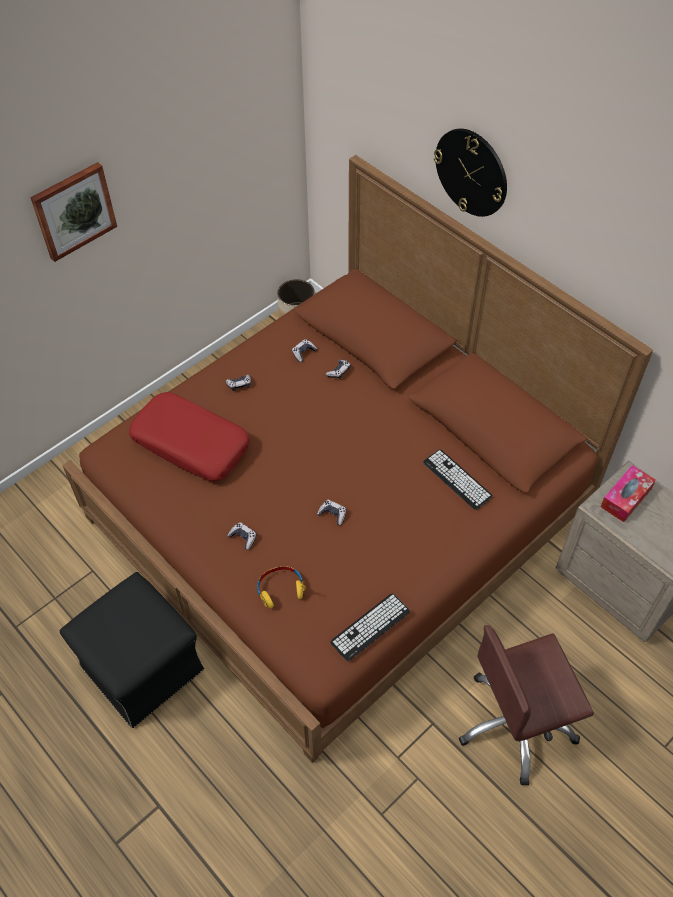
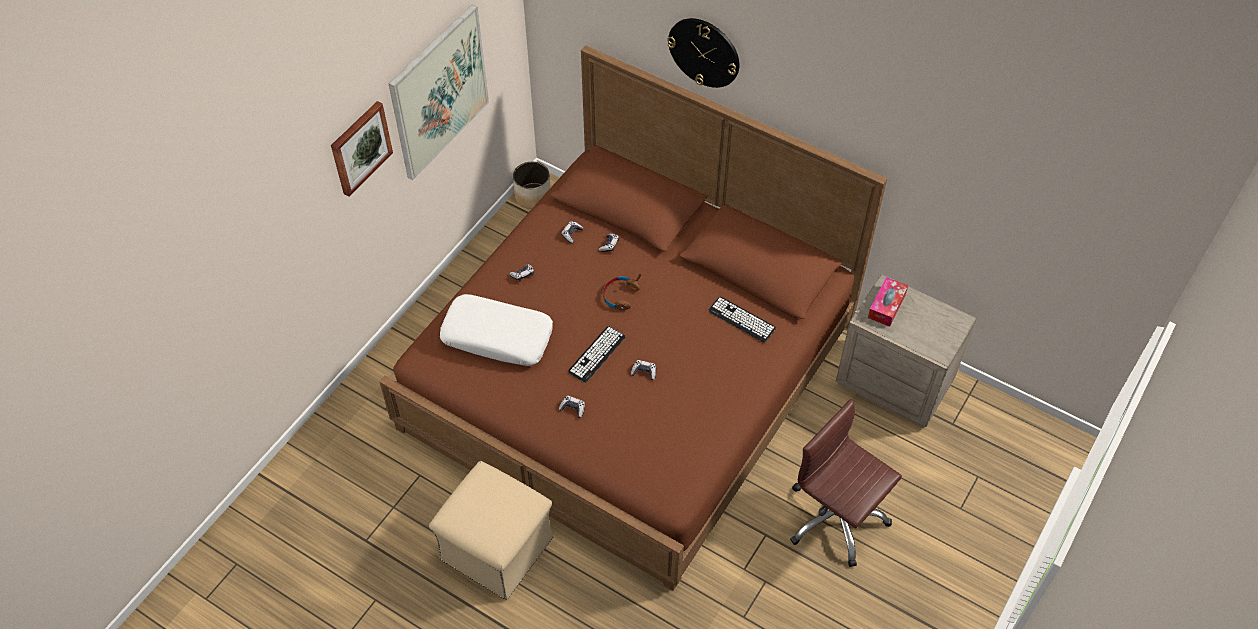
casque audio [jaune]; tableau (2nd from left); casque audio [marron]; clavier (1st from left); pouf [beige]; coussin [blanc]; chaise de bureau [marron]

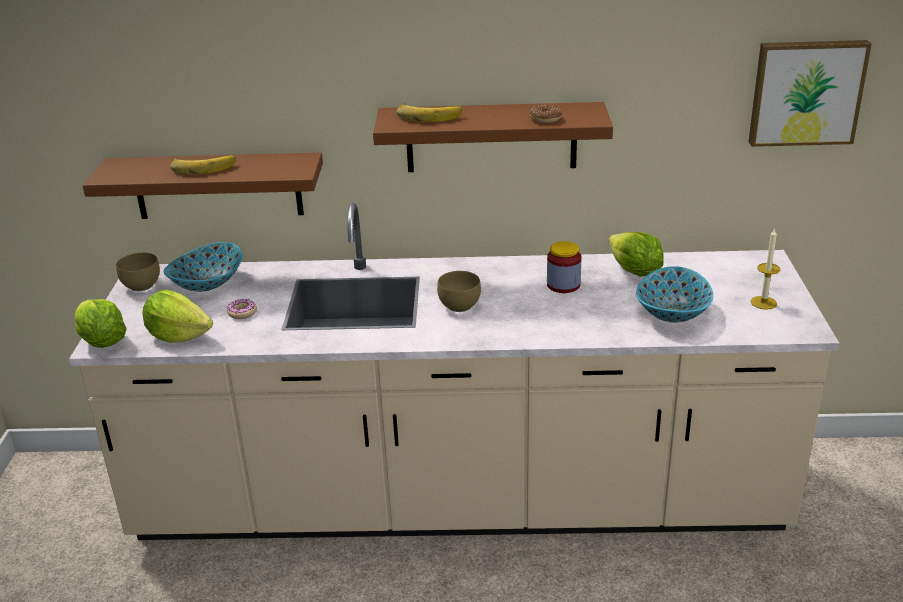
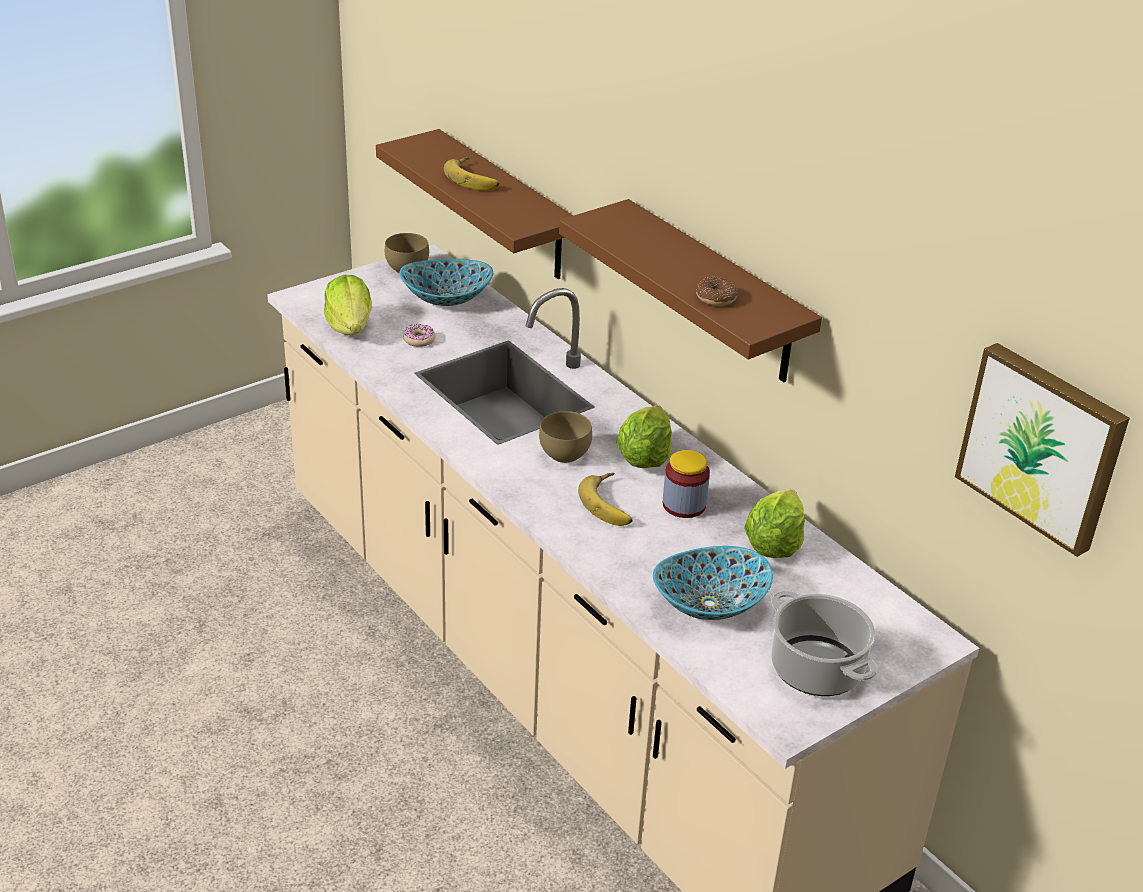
laitue (2nd from left); banane (2nd from left); marmite

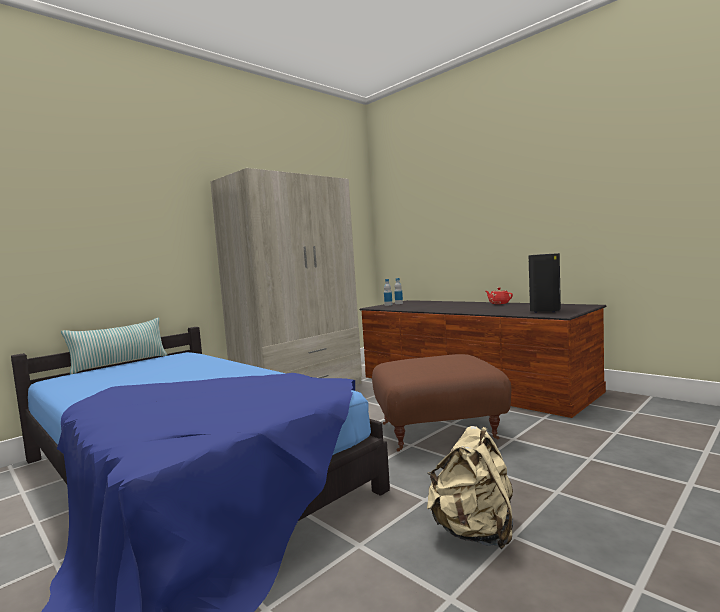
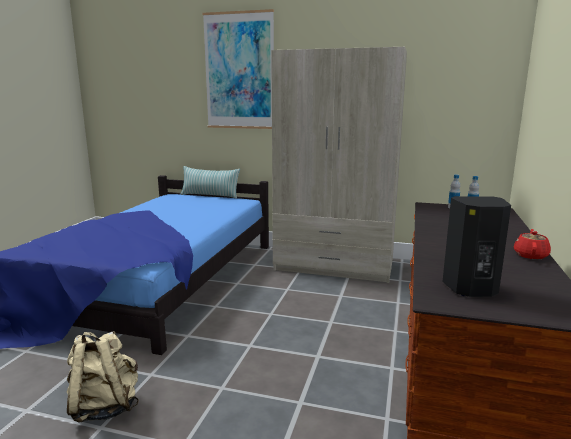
pouf [marron]; tableau

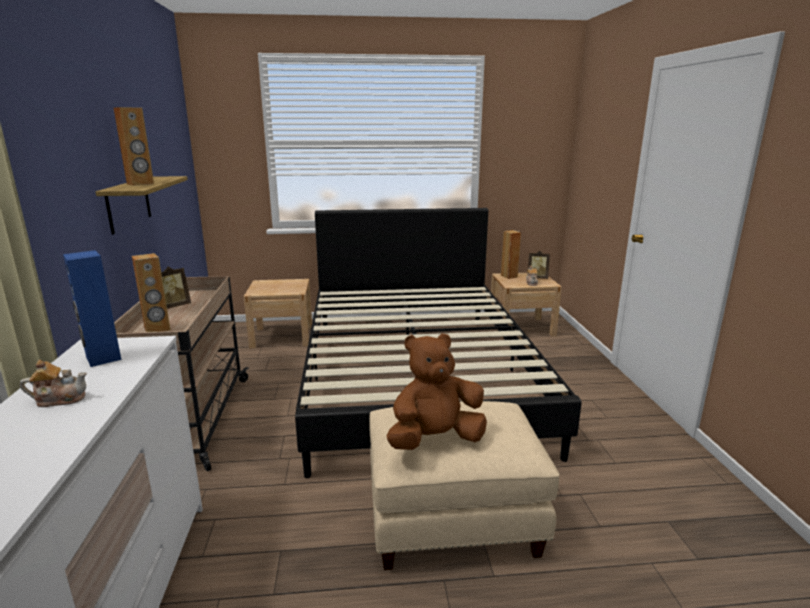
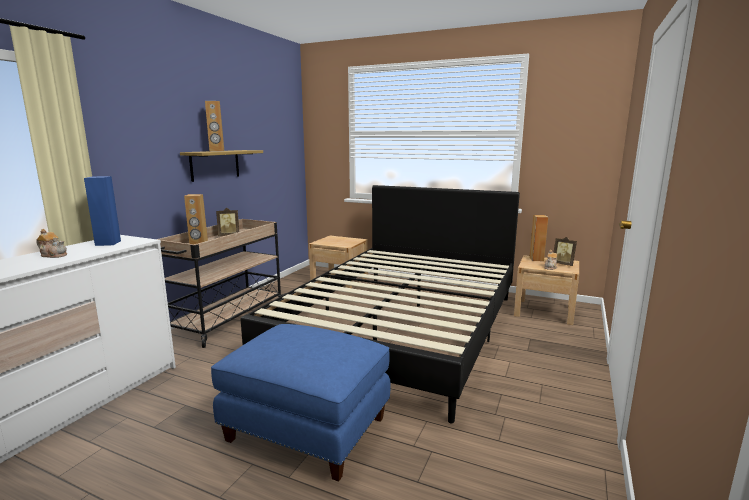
peluche [marron]; pouf [bleu]

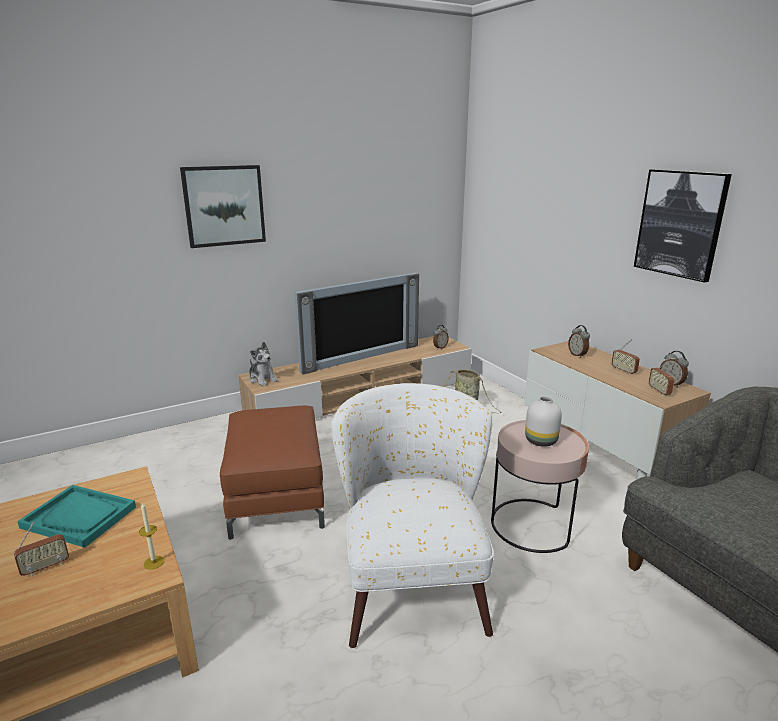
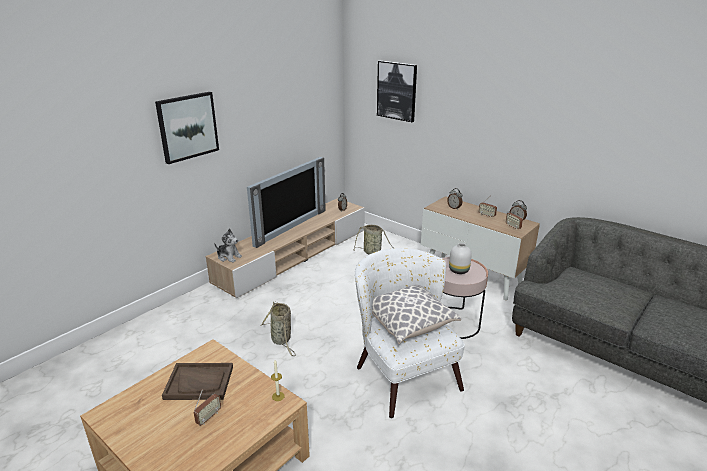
coussin; tableau (2nd from left); panier (1st from left); plateau [marron]

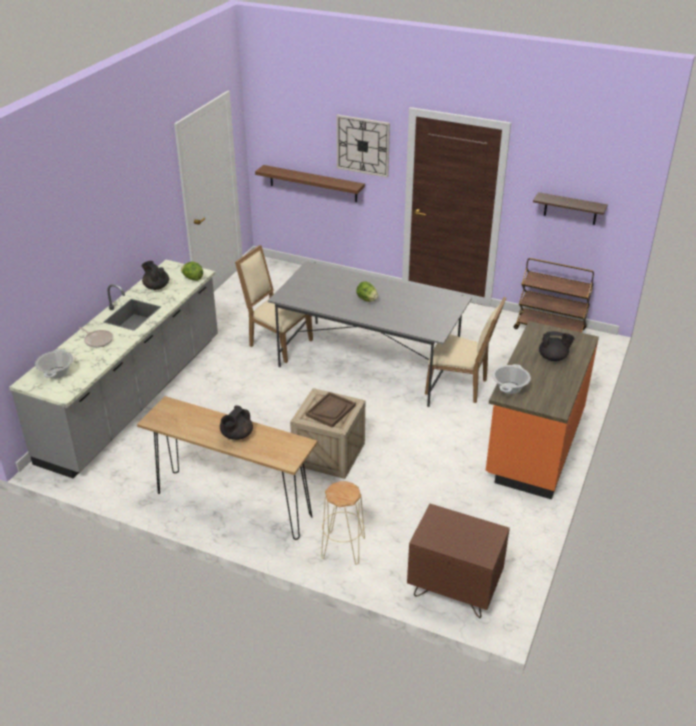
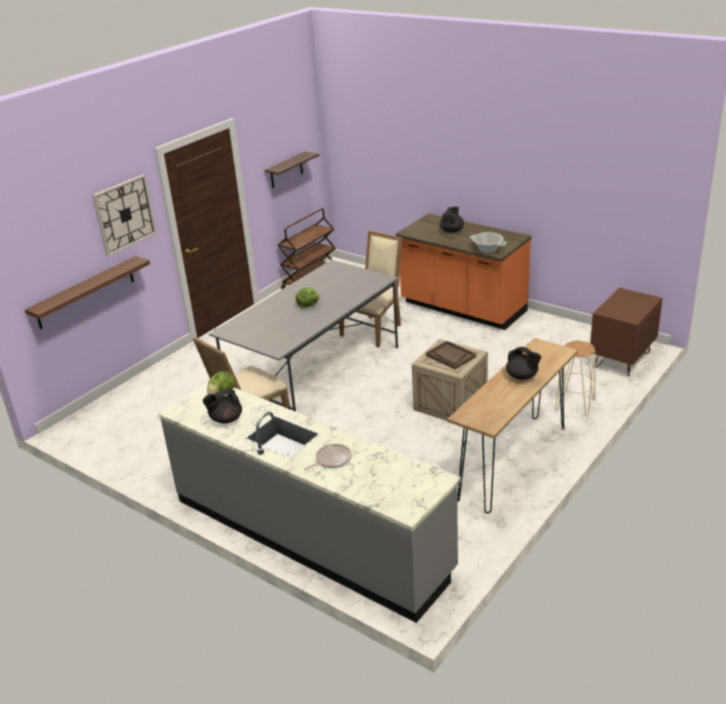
marmite (1st from left in the first image)

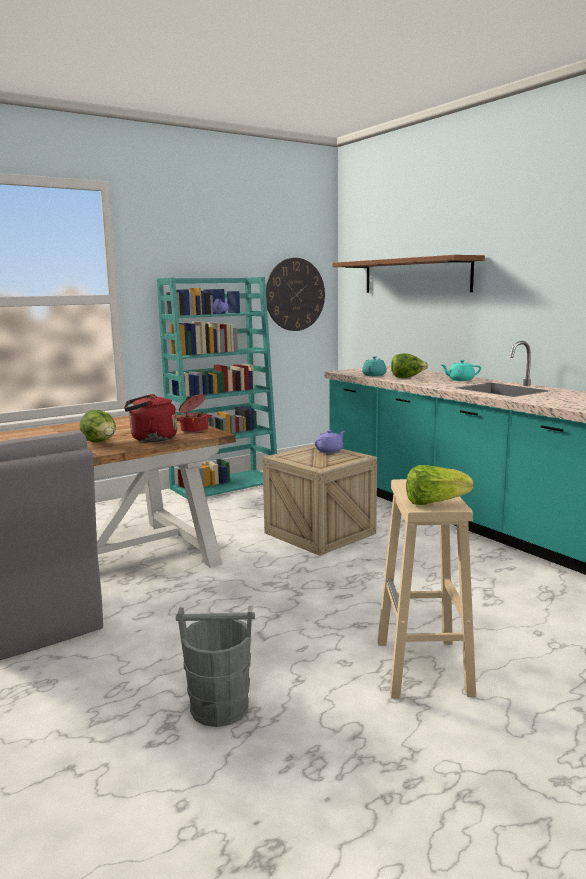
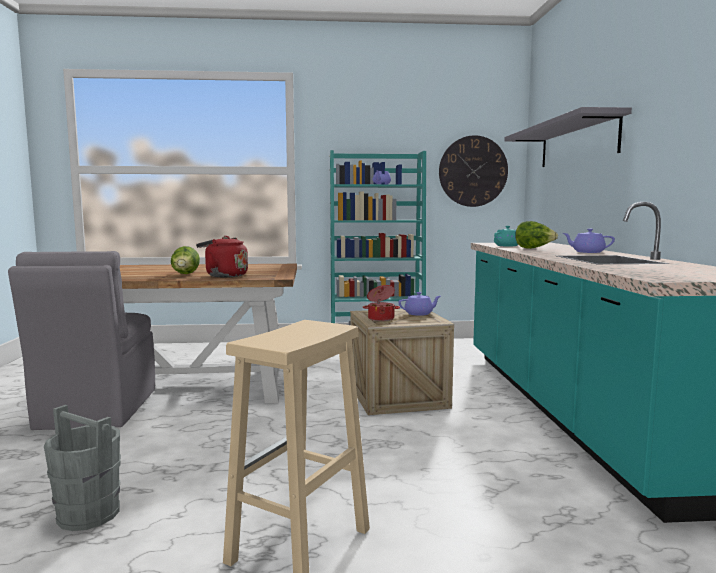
laitue (3rd from left in the first image); marmite; étagère [gris]; théière [violet] (3rd from left)

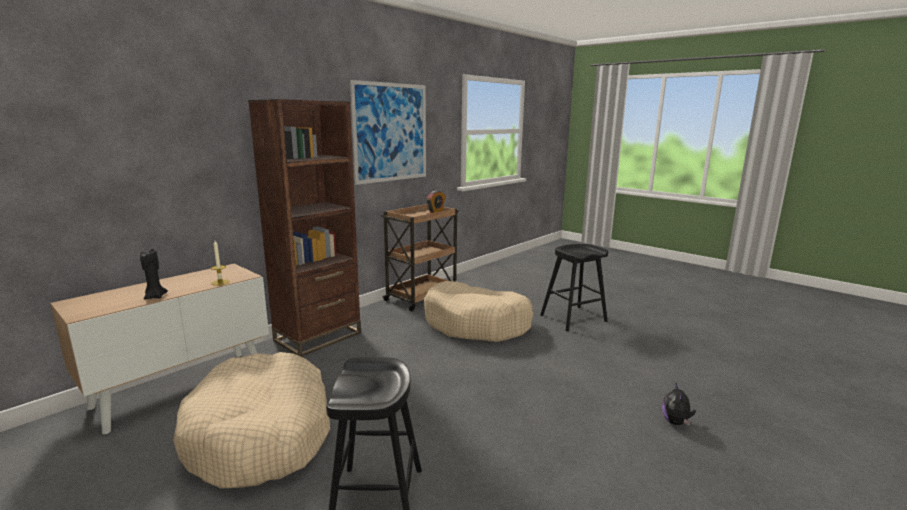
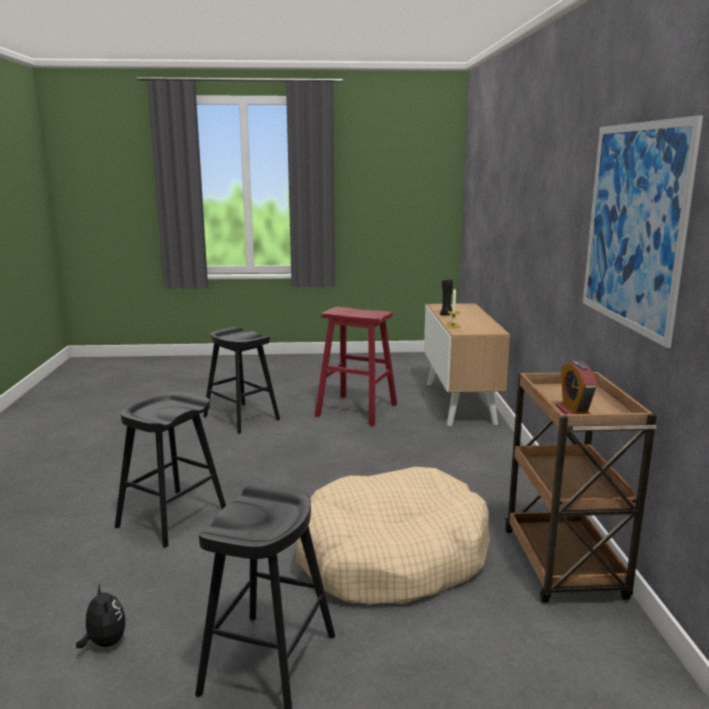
bibliothèque [marron]; tabouret [noir] (1st from left); peluche; tabouret [rouge]

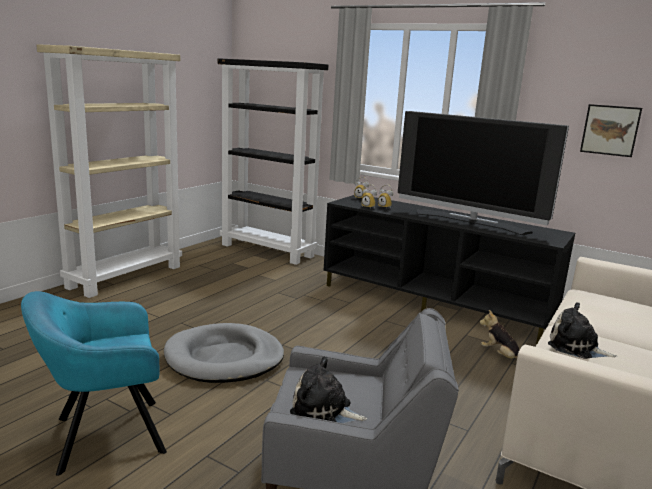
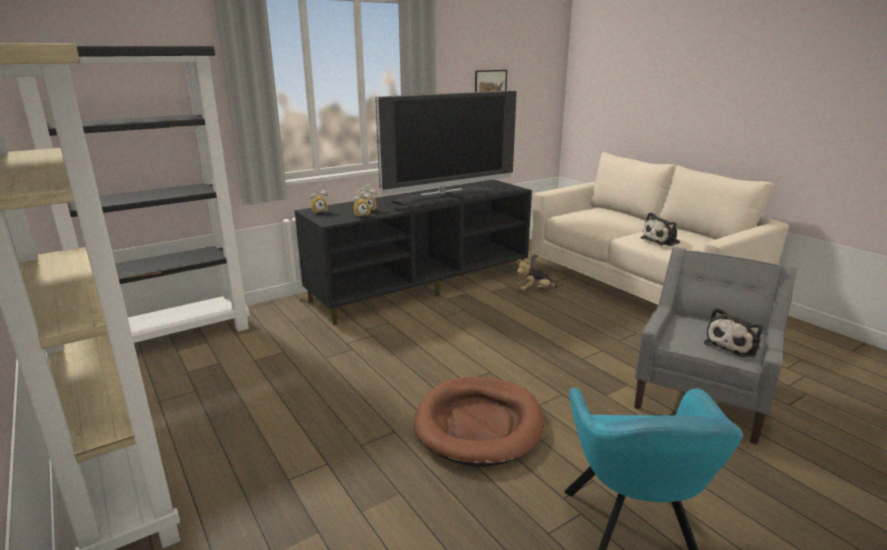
panier pour chien [marron]

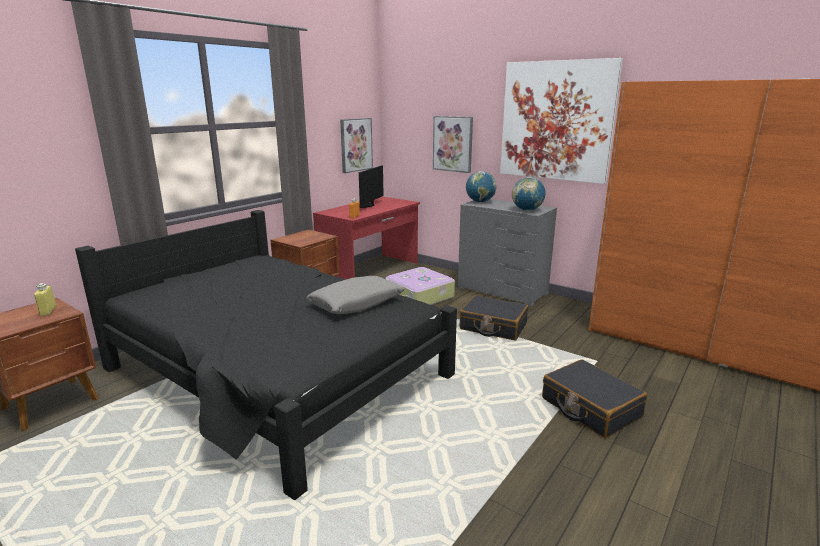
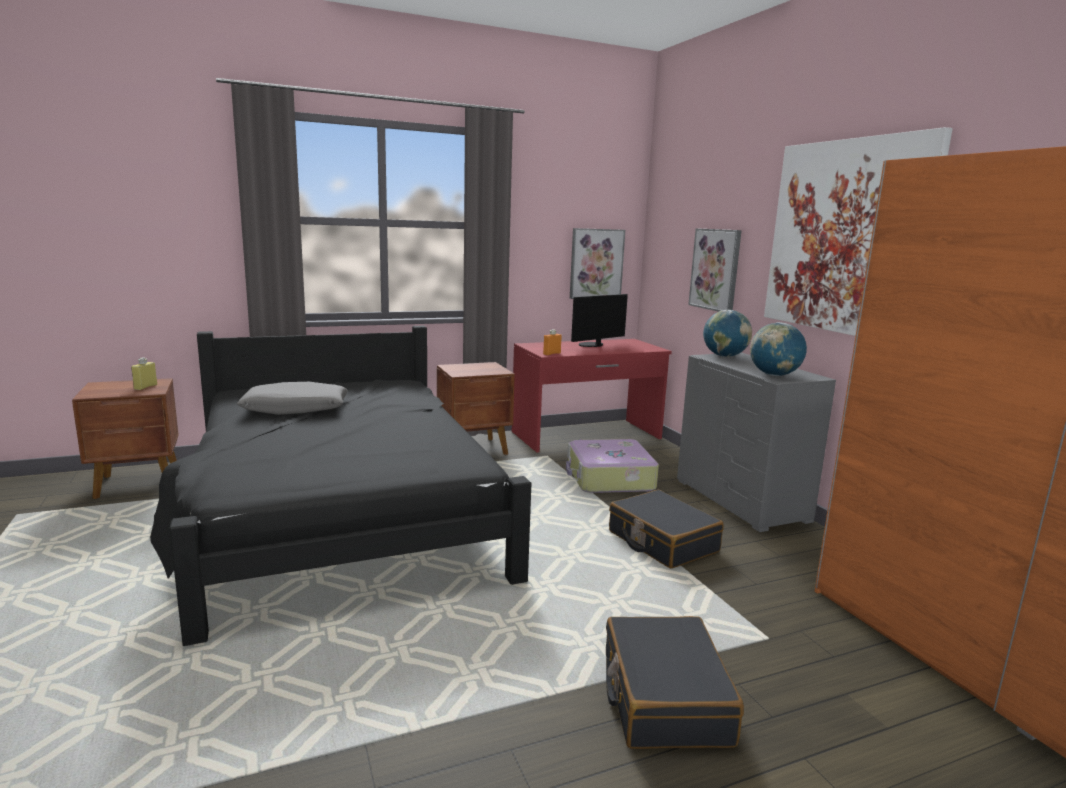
coussin [gris]

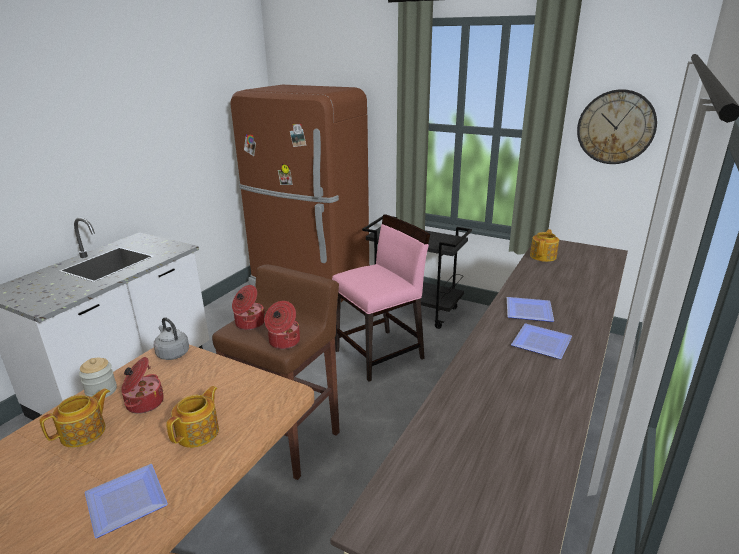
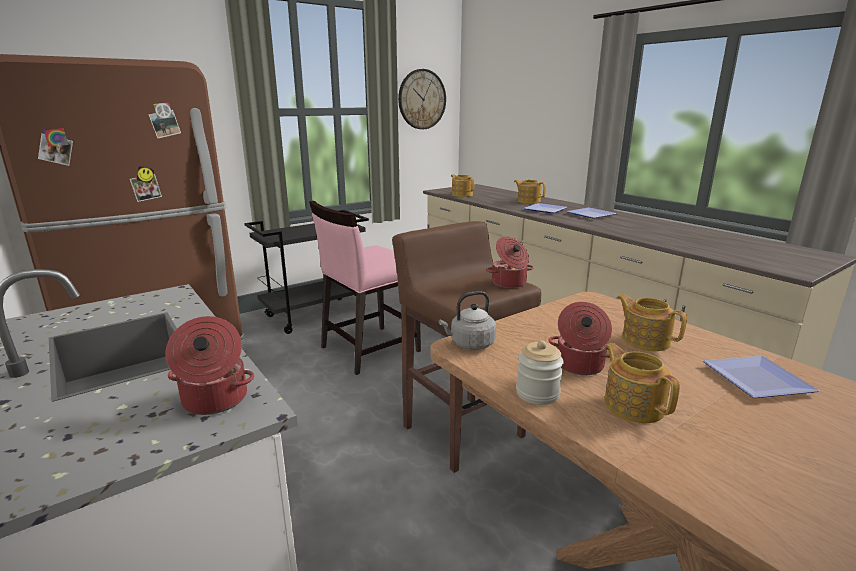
théière (2nd from left); marmite (1st from left); chaise [rose]

